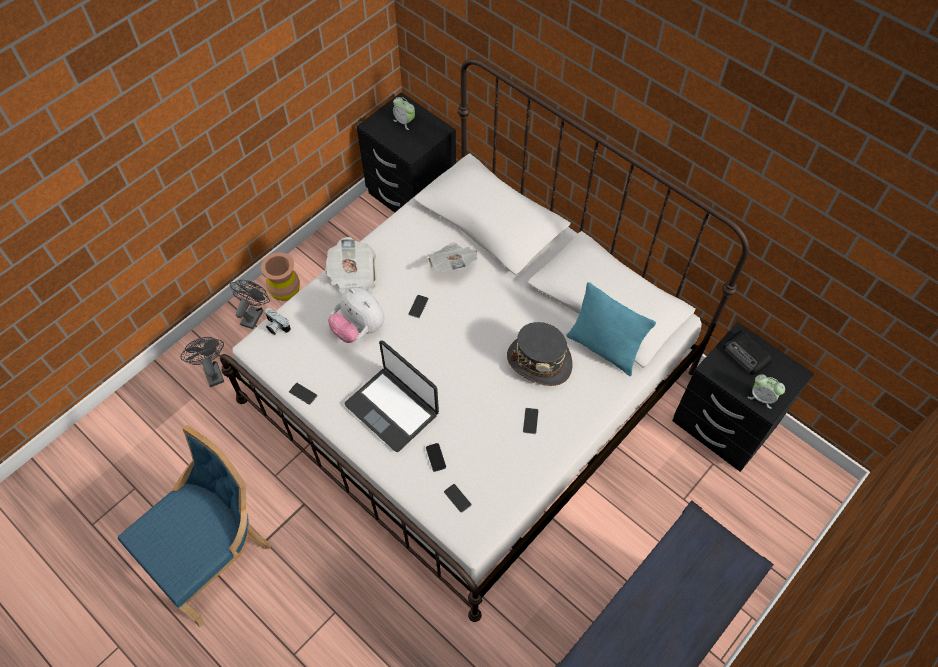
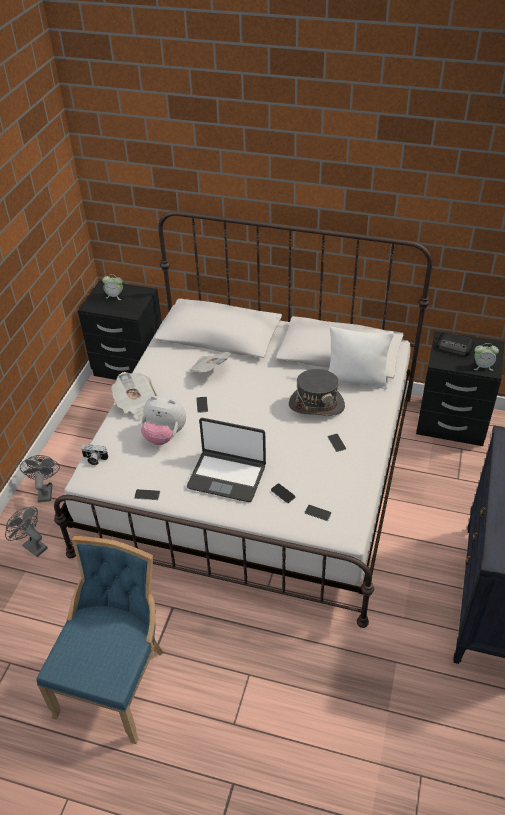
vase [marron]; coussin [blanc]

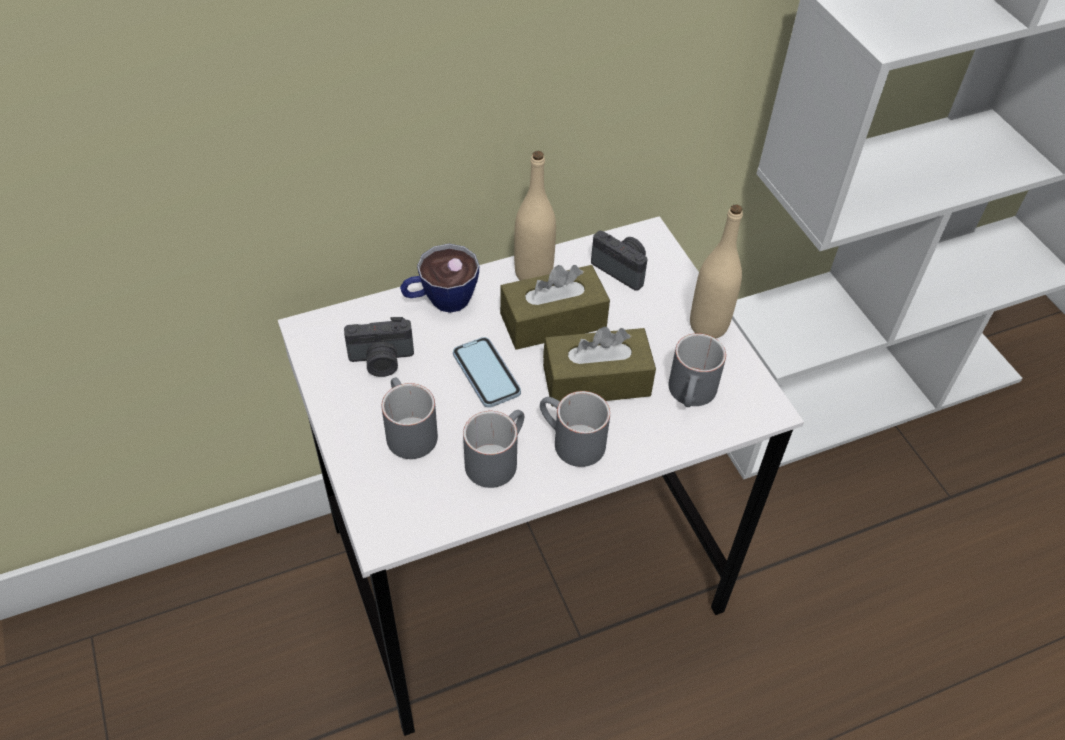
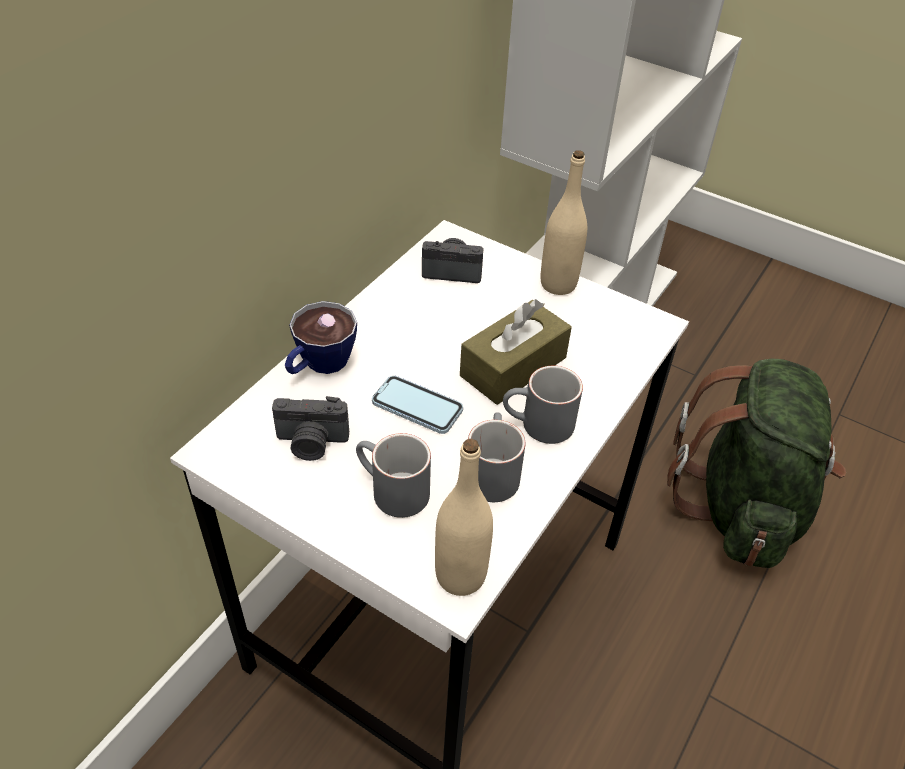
boîte à mouchoirs [marron] (1st from left in the first image); mug [gris] (4th from left in the first image); sac à dos [vert]; bouteille [beige] (1st from left); appareil photo (1st from left)

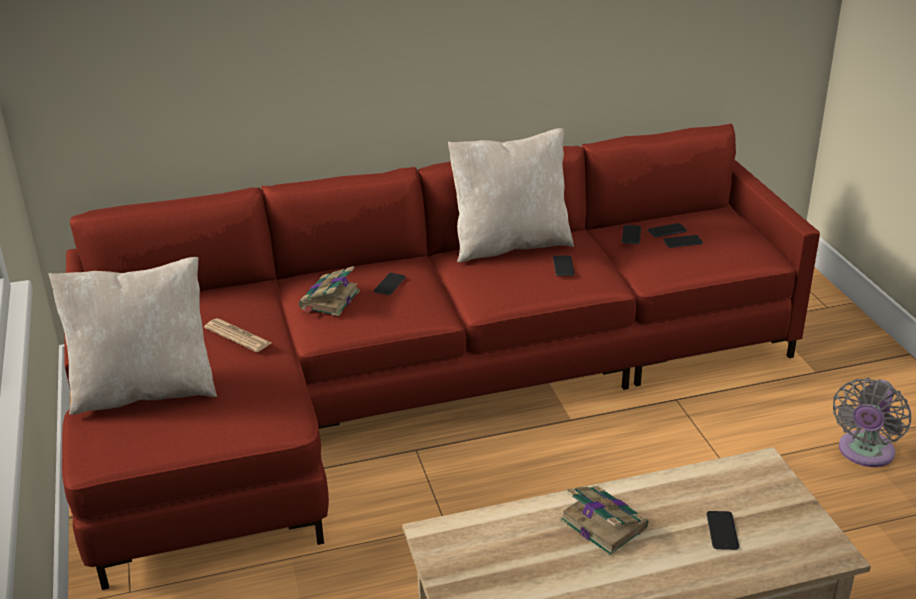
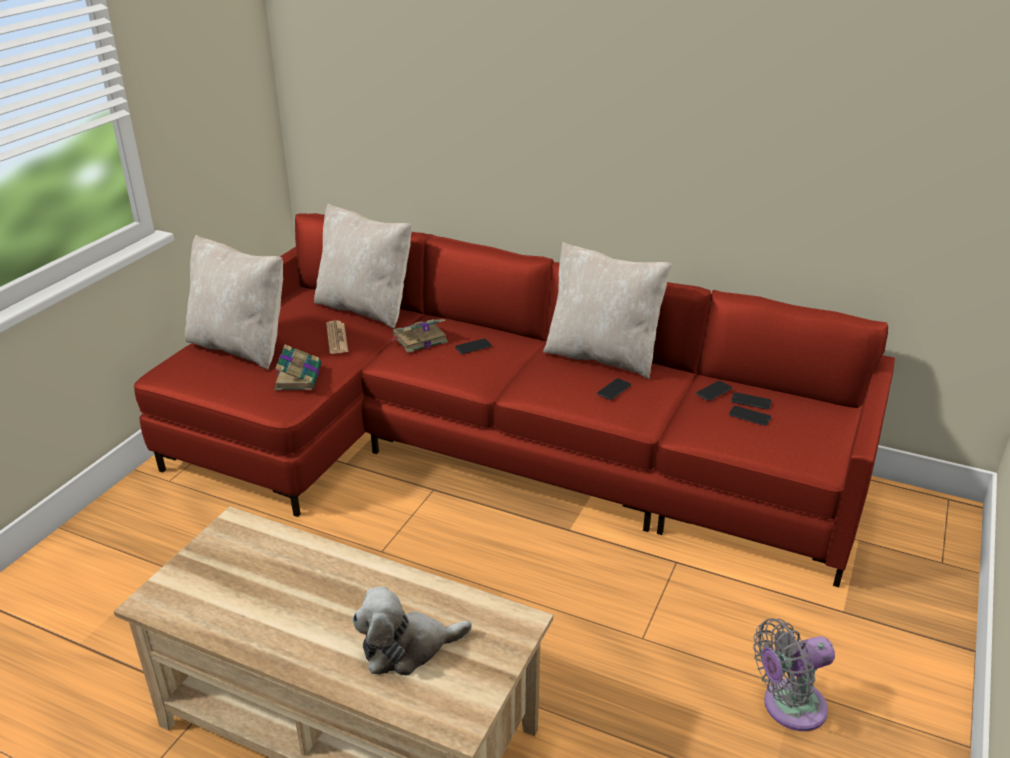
coussin [beige] (2nd from left); livre (1st from left); peluche

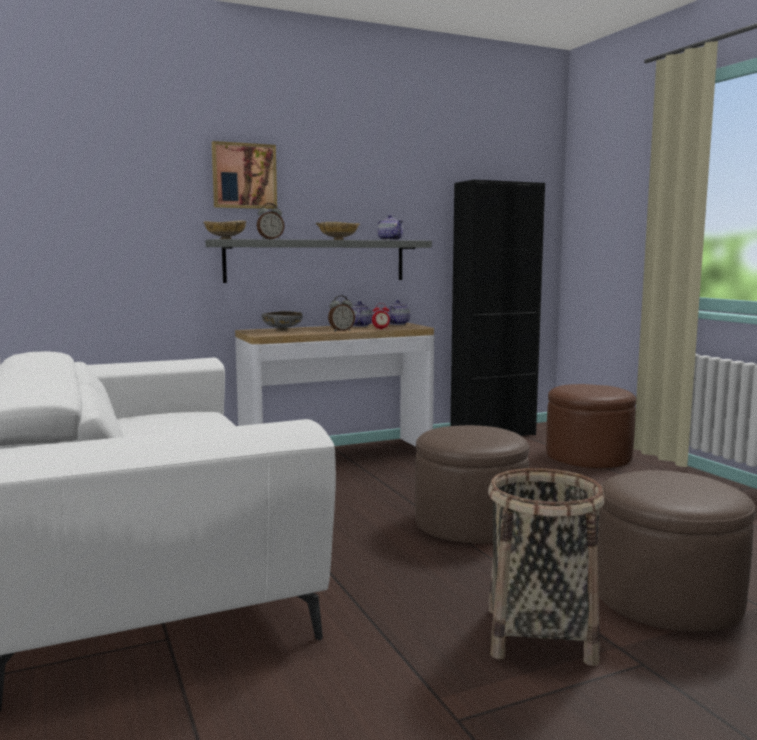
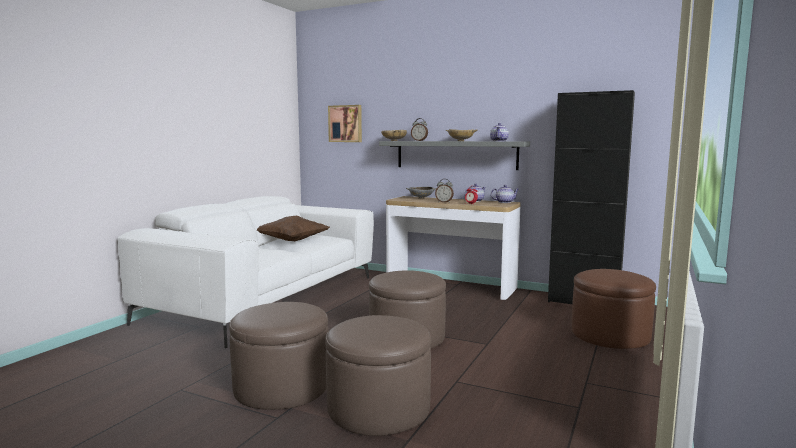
coussin [marron]; tableau; pouf [marron] (1st from left)

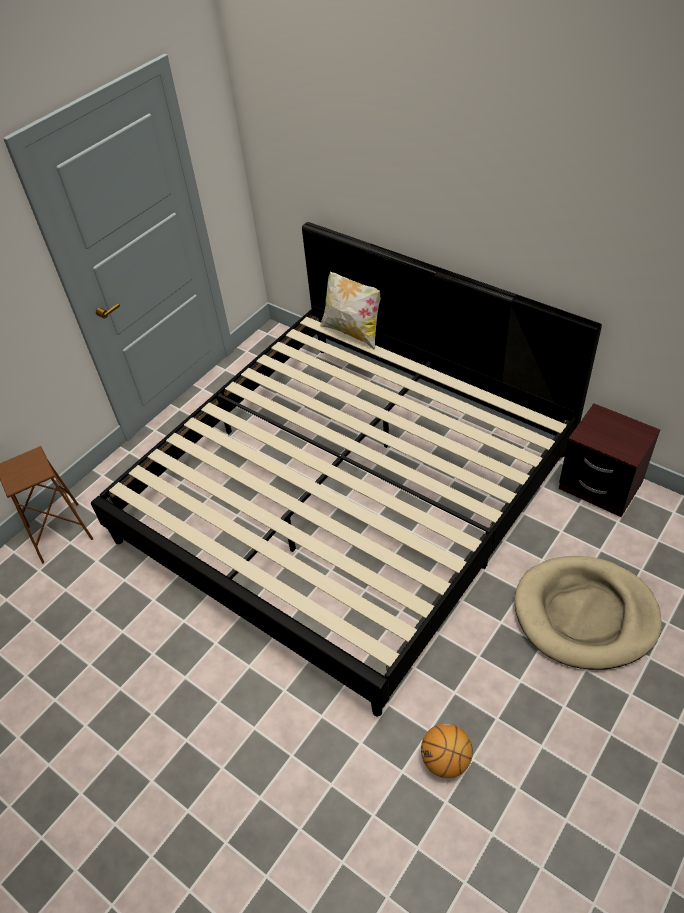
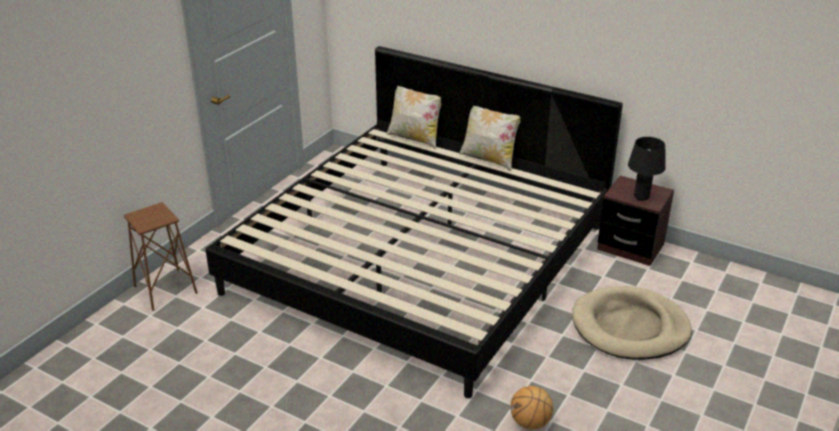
coussin (2nd from left); lampe de table [noir]

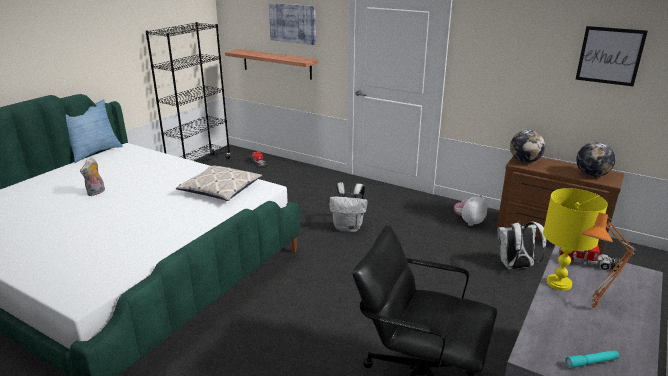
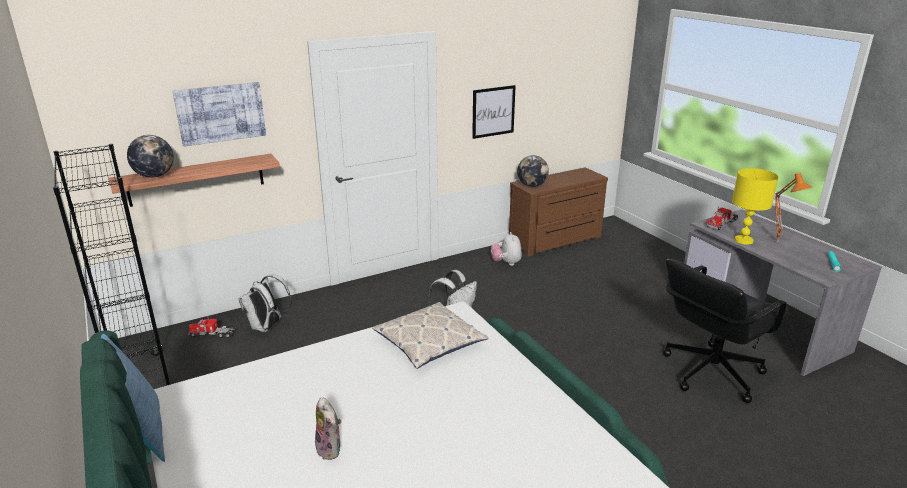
sac à dos [blanc] (1st from left); tableau (2nd from left); globe (1st from left)

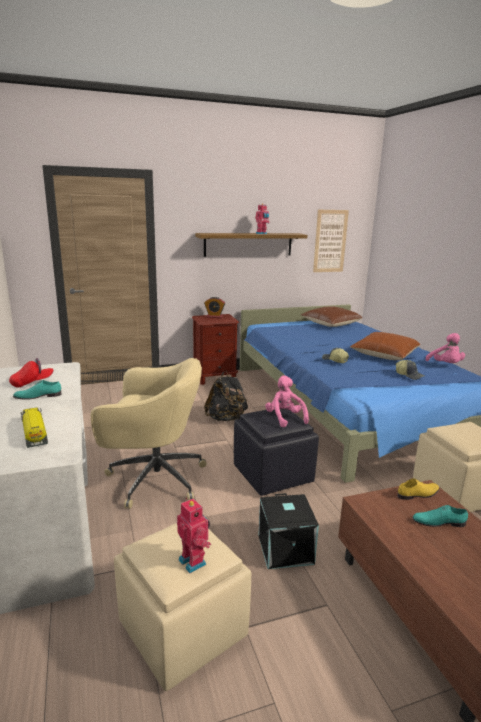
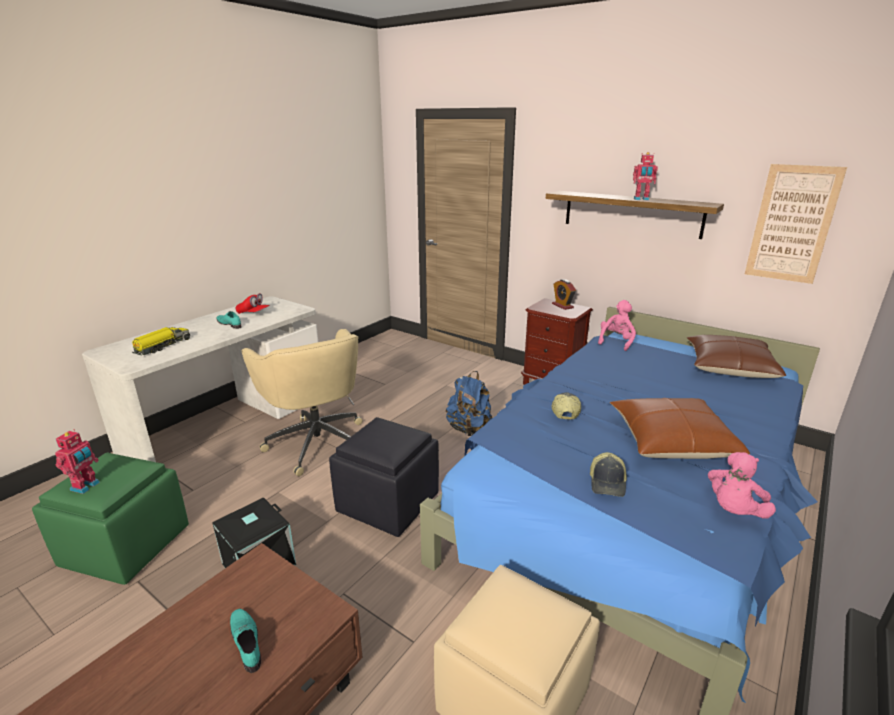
chaussure [jaune]; peluche [rose] (1st from left); pouf [vert]; sac à dos [bleu]

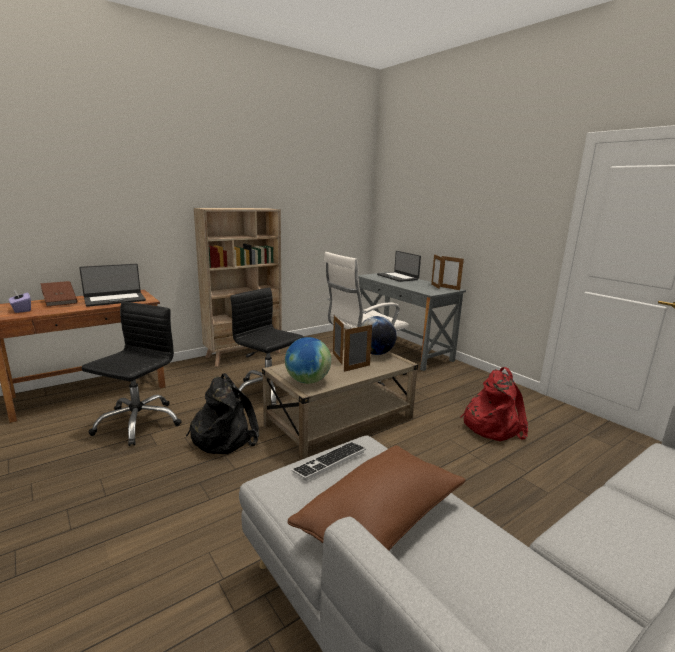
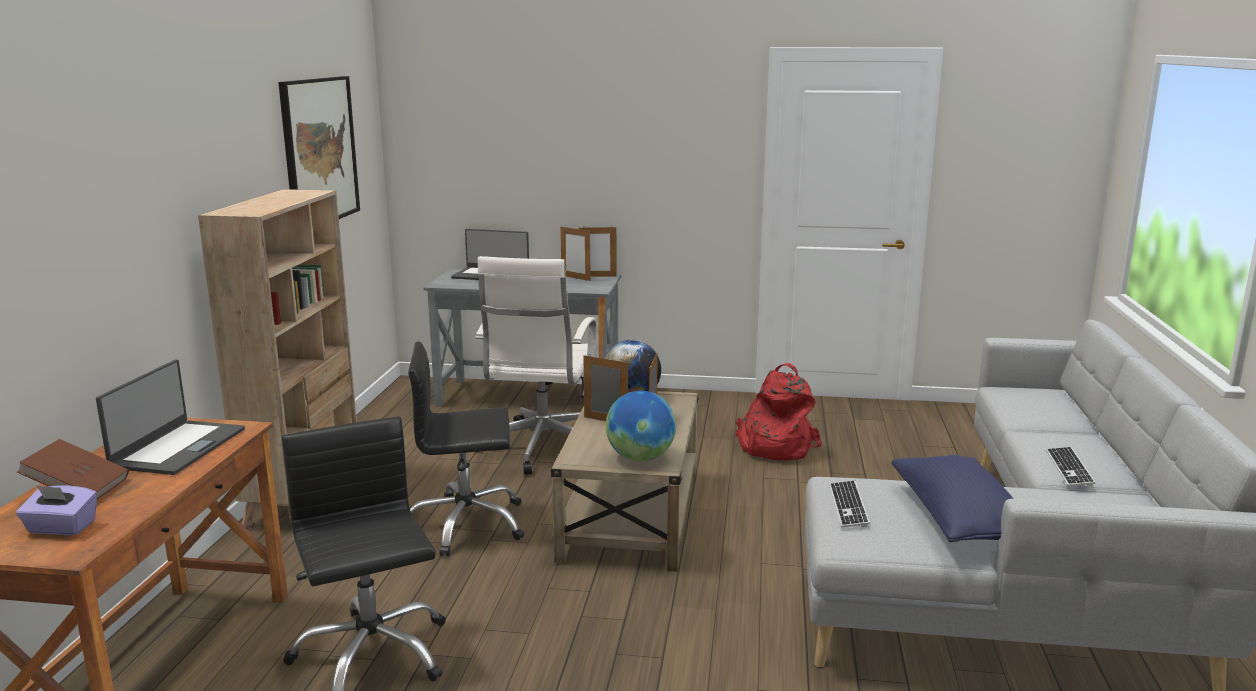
sac à dos [noir]; tableau; clavier (2nd from left); coussin [bleu]

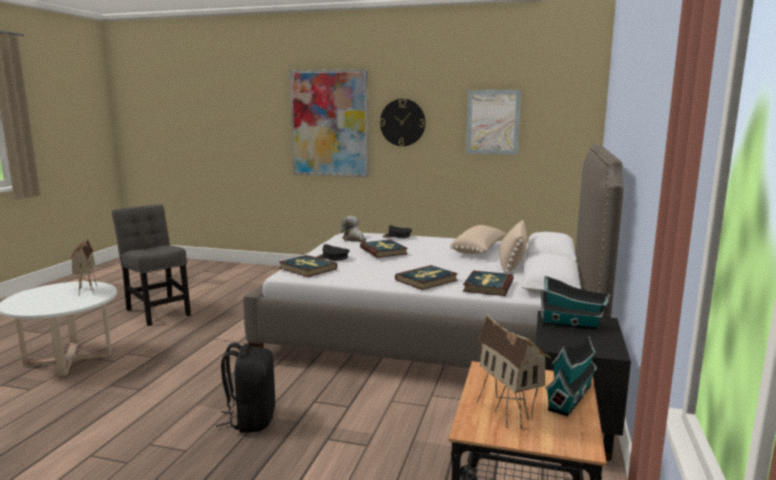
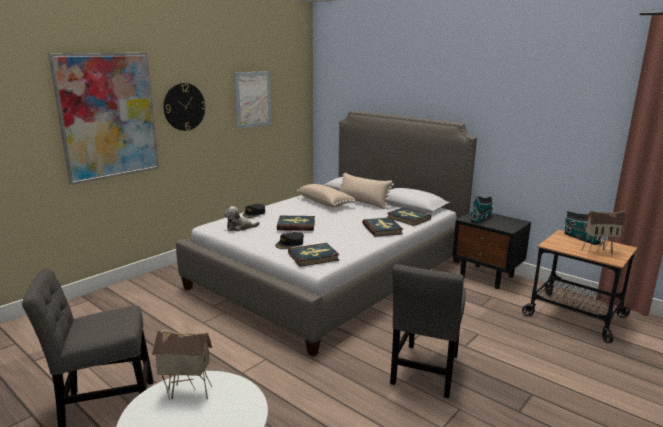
chaise [gris] (2nd from left)

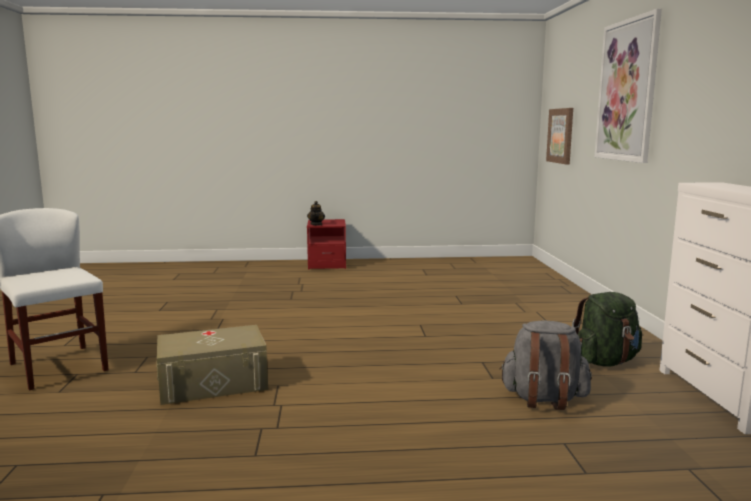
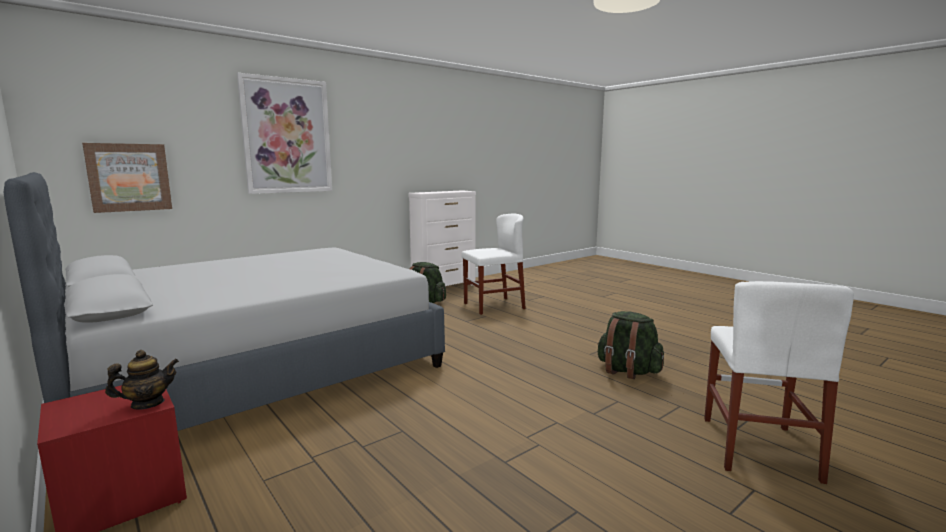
lit [gris]; sac à dos [vert] (2nd from left); chaise [blanc] (1st from left)

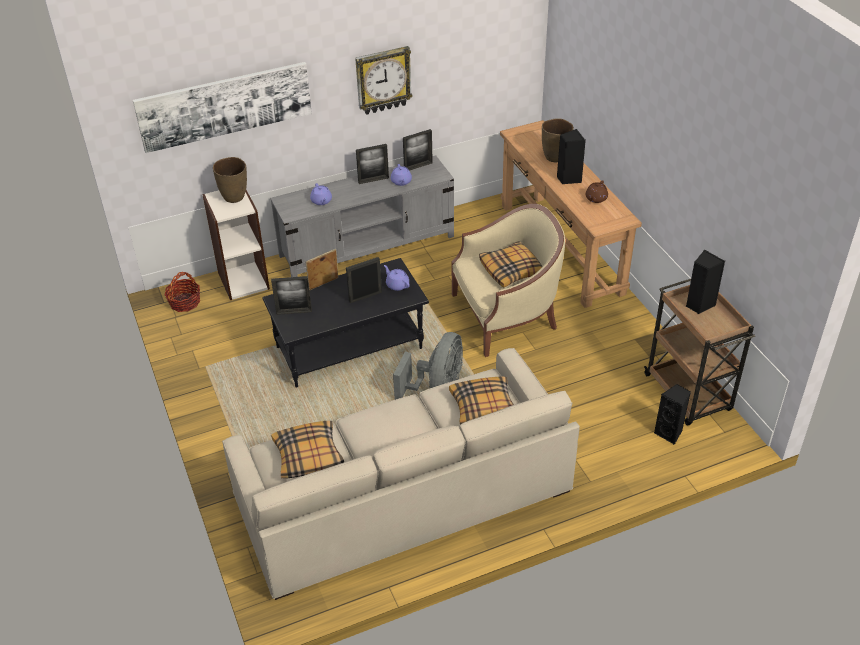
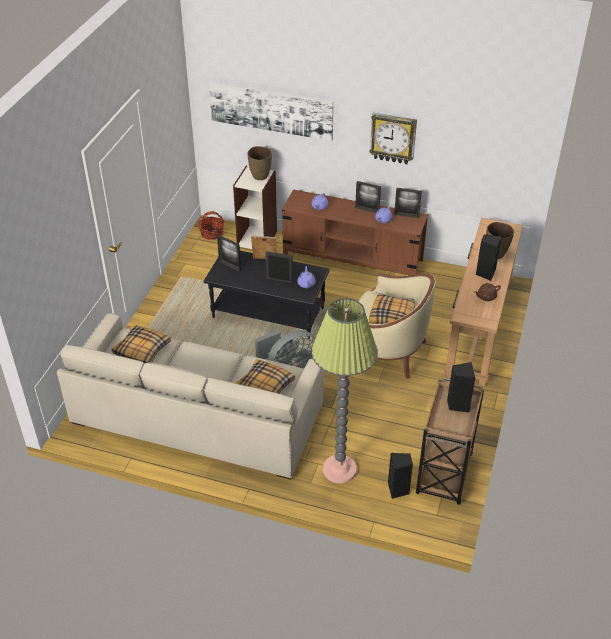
lampadaire; meuble télé [marron]

